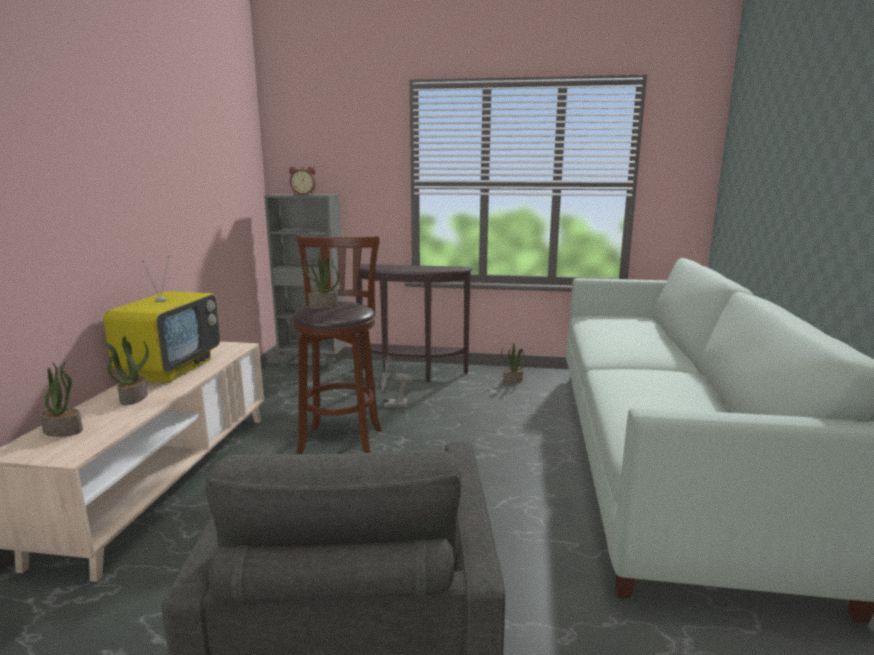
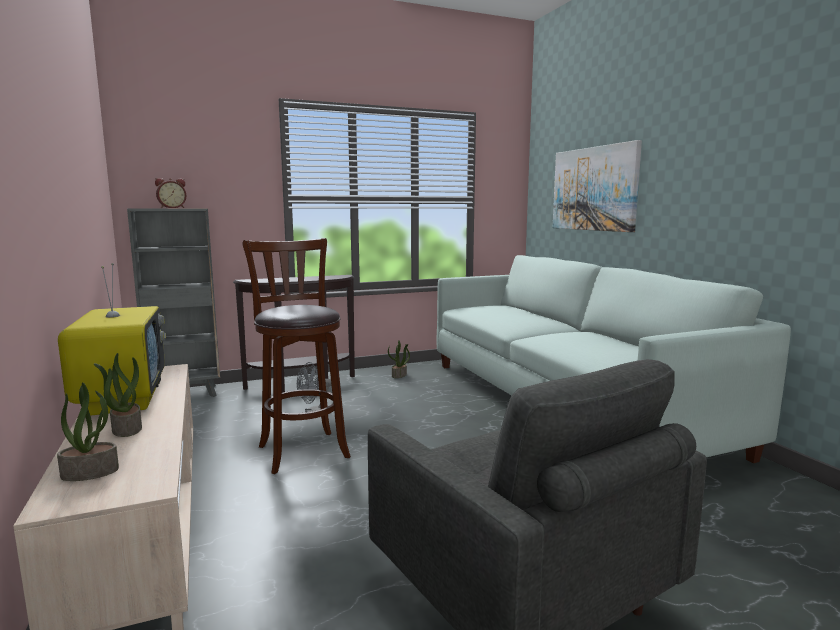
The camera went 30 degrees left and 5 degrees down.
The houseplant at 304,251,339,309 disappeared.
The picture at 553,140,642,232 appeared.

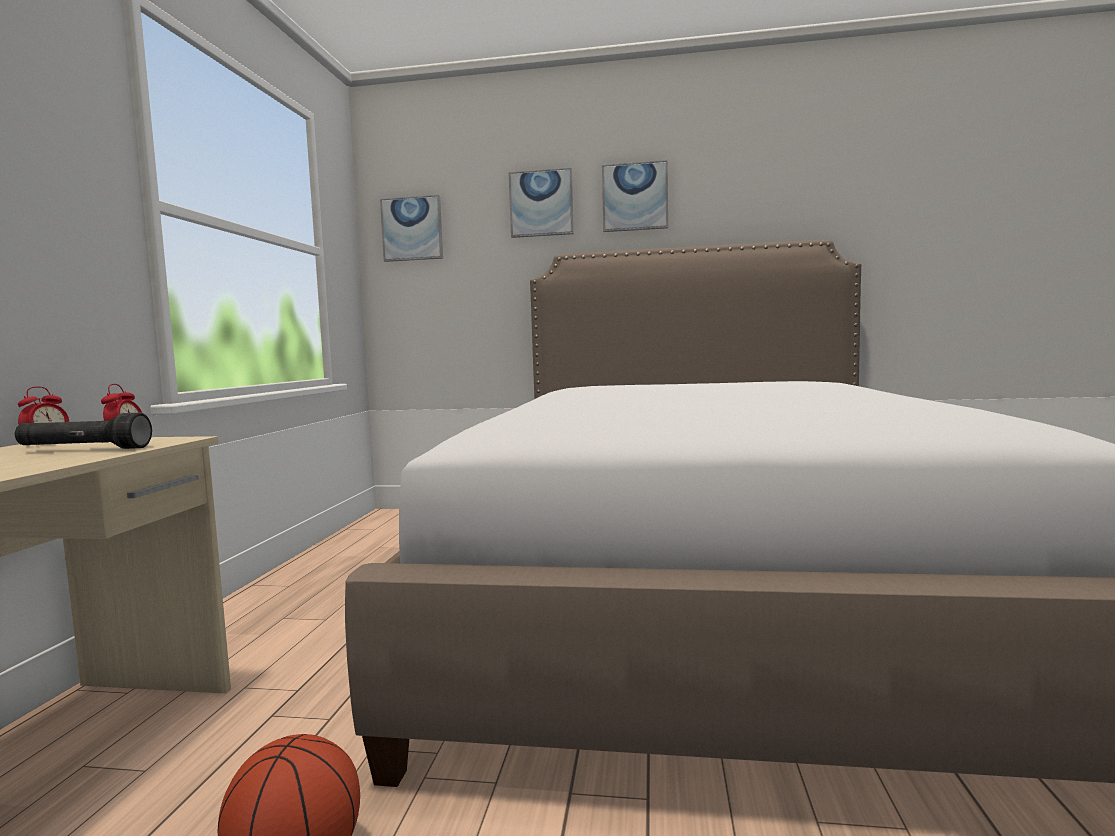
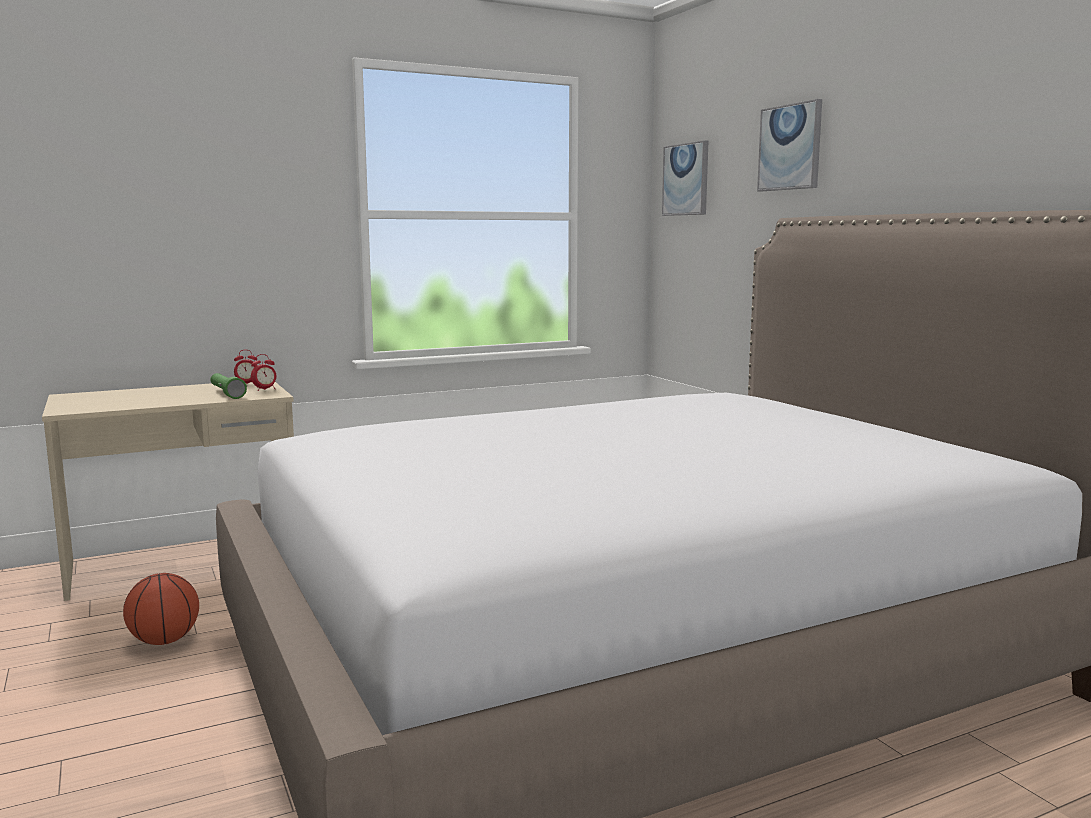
The camera went 55 degrees right and 5 degrees up.
The hand torch (black) at 15,413,152,449 became the hand torch (greenish) at 210,373,247,399.
The picture at 602,160,668,232 disappeared.

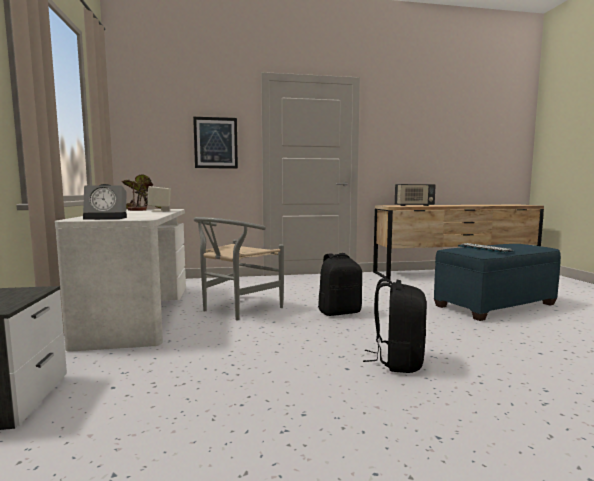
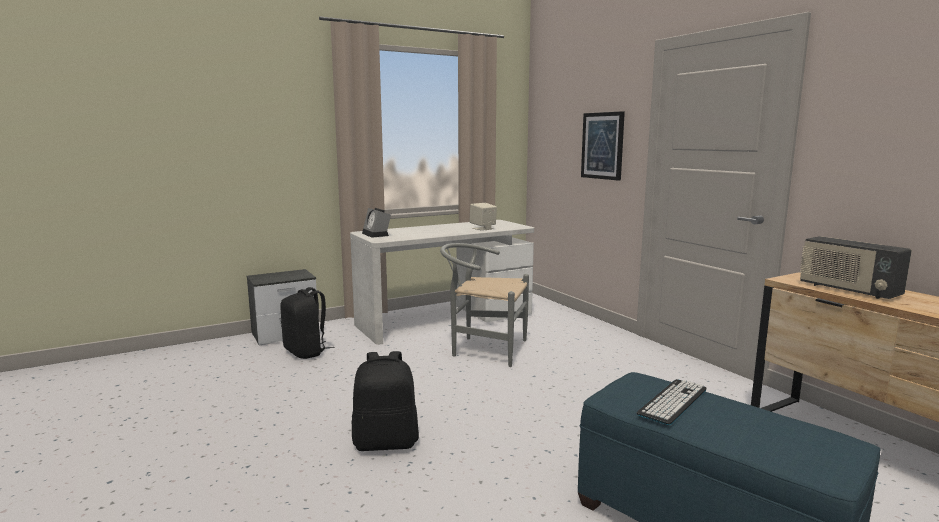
The camera went 70 degrees right and 5 degrees up.
The houseplant at 122,174,161,211 disappeared.
The backpack (black) moved from 318,253,362,316 to 280,287,335,359.

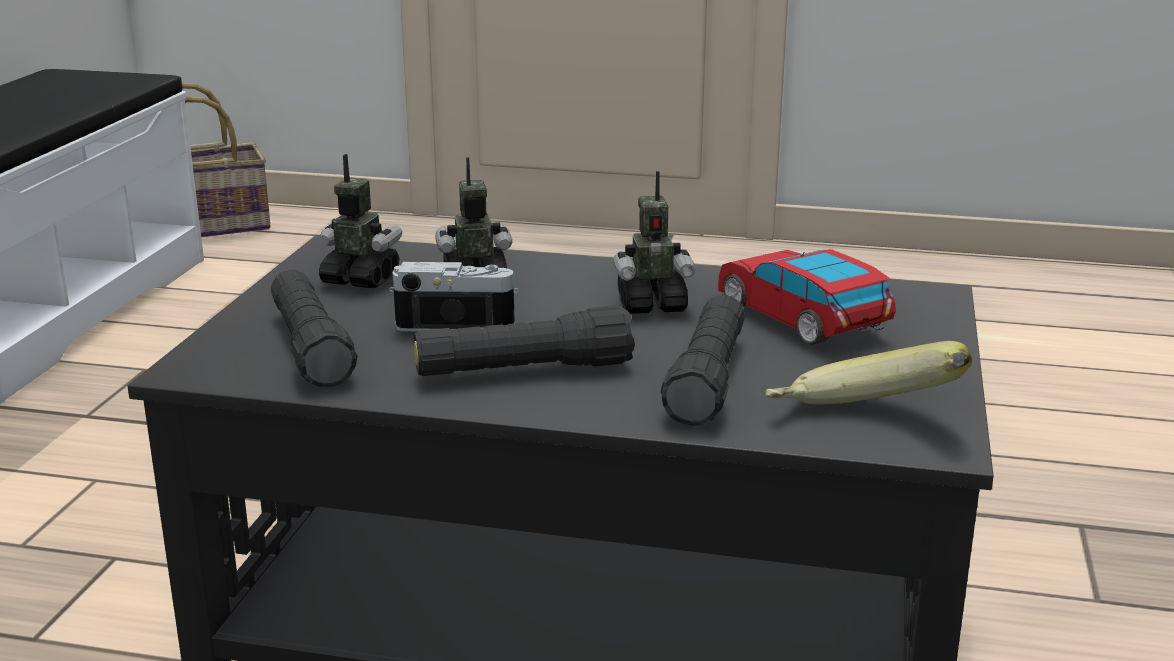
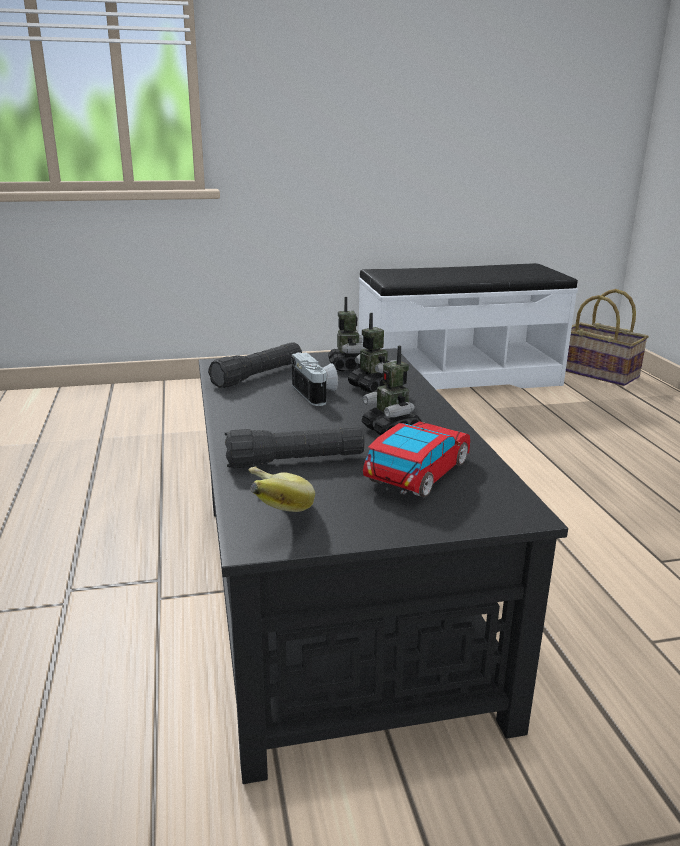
The camera went 65 degrees right and 0 degrees up.
The hand torch (black) at 414,306,635,376 disappeared.

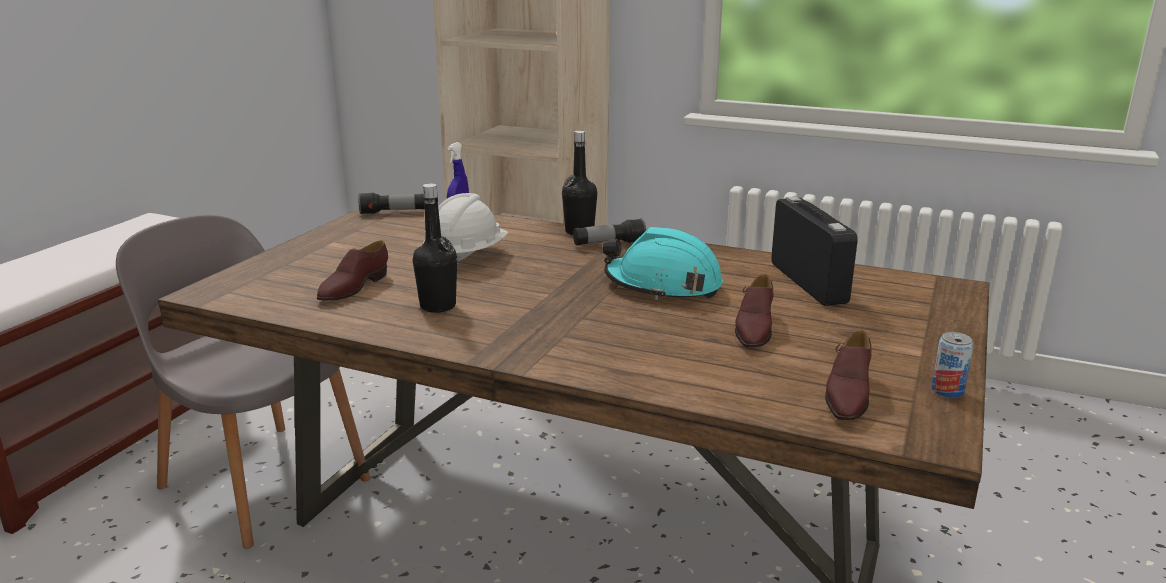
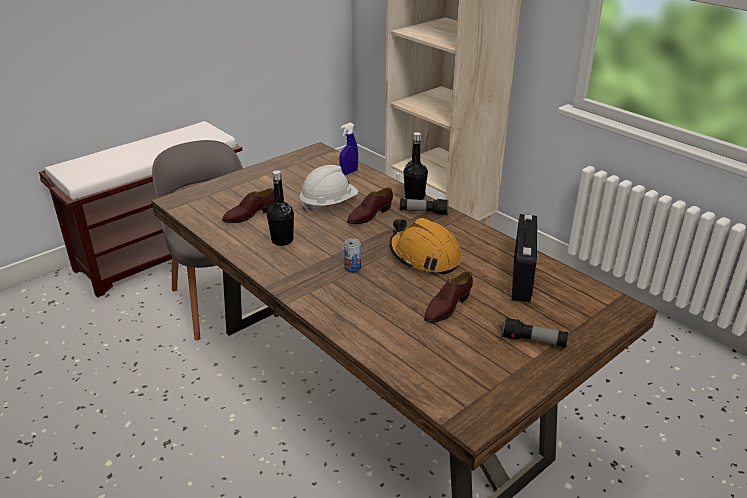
The camera went 25 degrees right and 10 degrees up.
The hand torch moved from 358,193,425,214 to 501,317,568,348.
The hard hat (turquoise) at 602,227,723,300 became the hard hat (orangey) at 390,218,462,275.
The item of footwear (brownish) moved from 825,330,872,420 to 347,187,393,224.
The sealed can moved from 931,332,973,398 to 344,238,361,273.

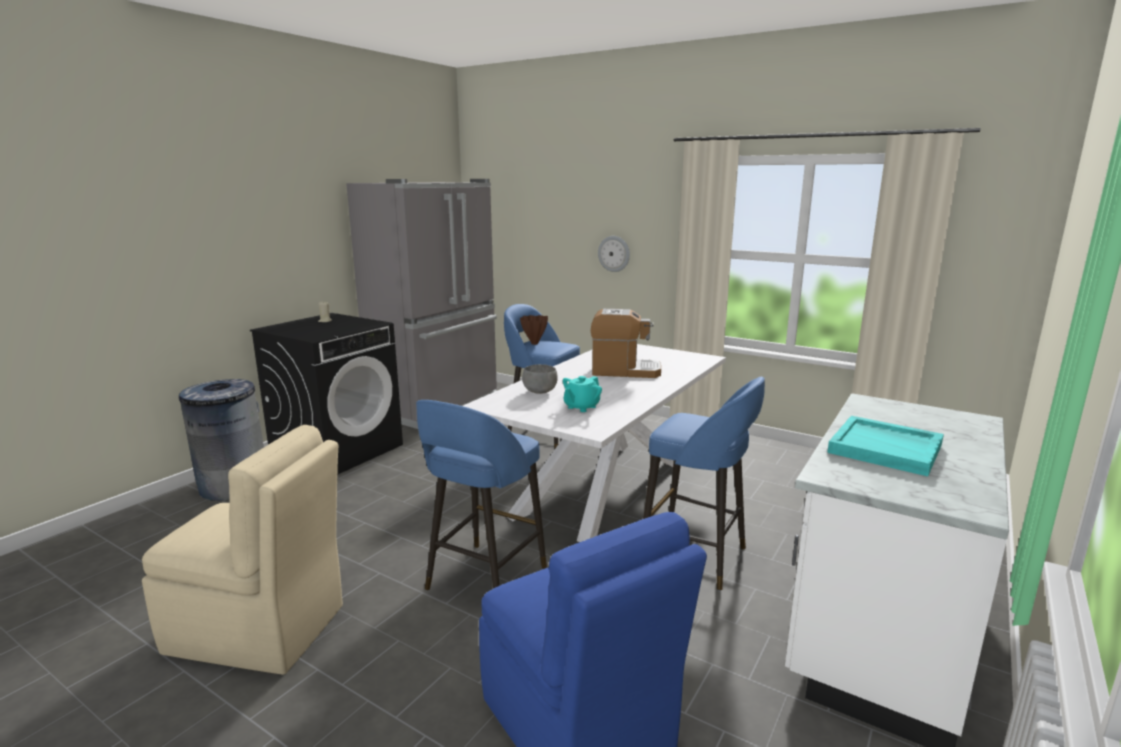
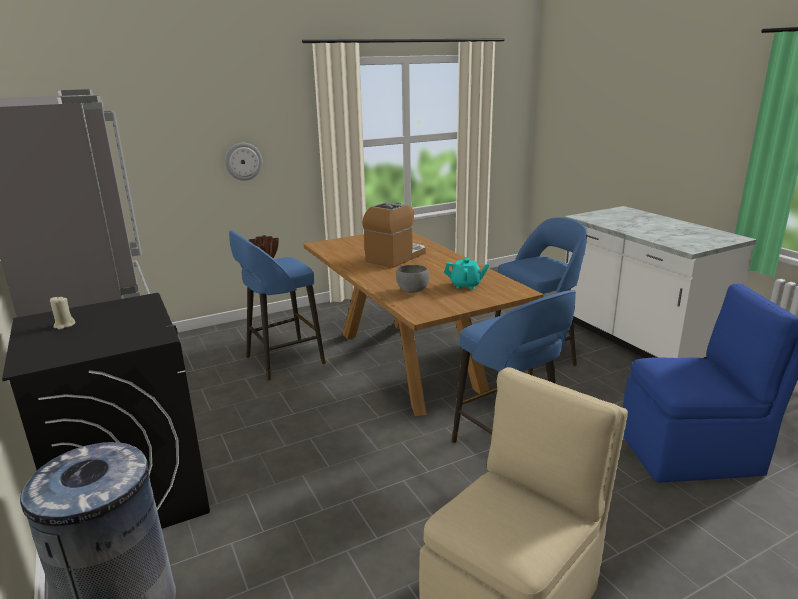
The camera went 60 degrees left and 5 degrees up.
The dinner table (white) at 463,344,726,542 became the dinner table (brownish) at 304,232,544,416.
The pot for tea (turquoise) at 563,376,602,412 turned 60 degrees counterclockwise.
The tray (turquoise) at 827,416,944,476 disappeared.

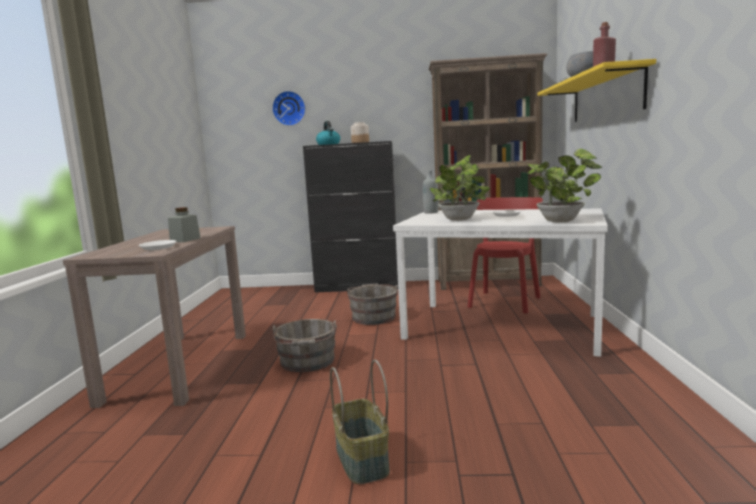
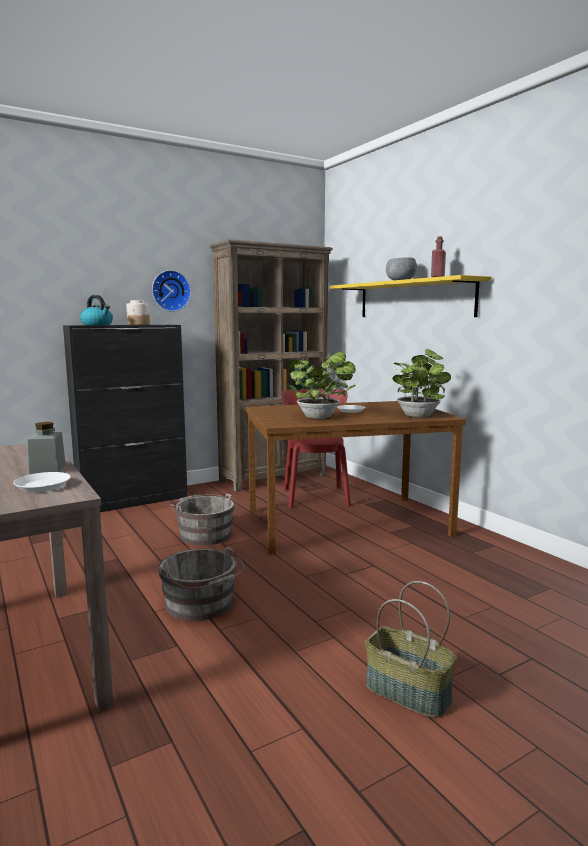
The camera went 35 degrees left and 0 degrees up.
The hanging clock moved from 272,91,306,126 to 152,270,191,312.
The dinner table (white) at 393,208,608,357 became the dinner table (brownish) at 246,401,466,555.
The drink bottle (greyish) at 423,170,439,214 disappeared.

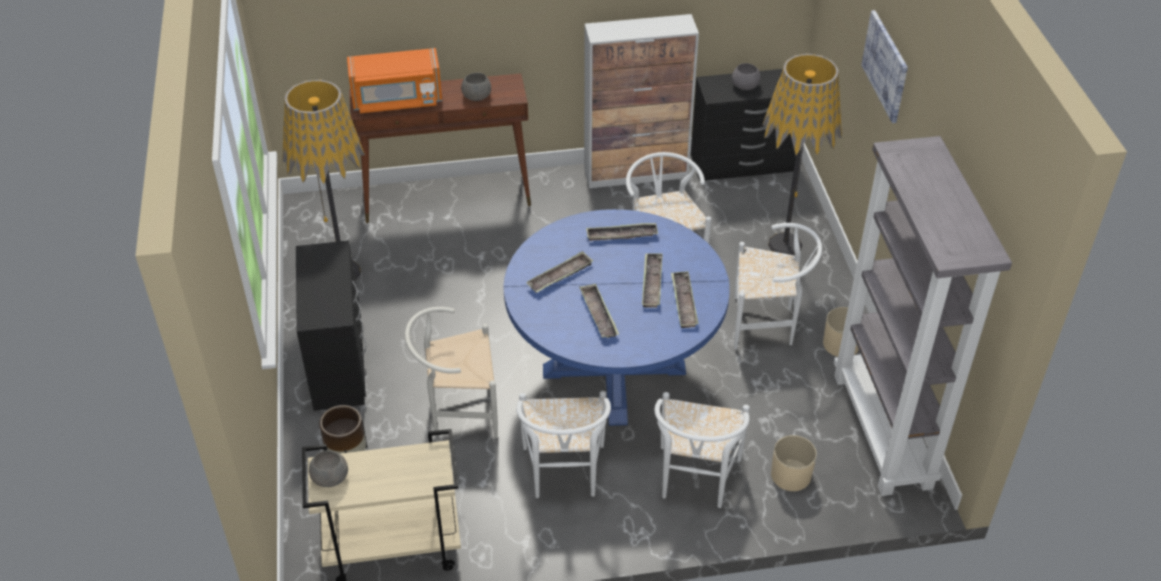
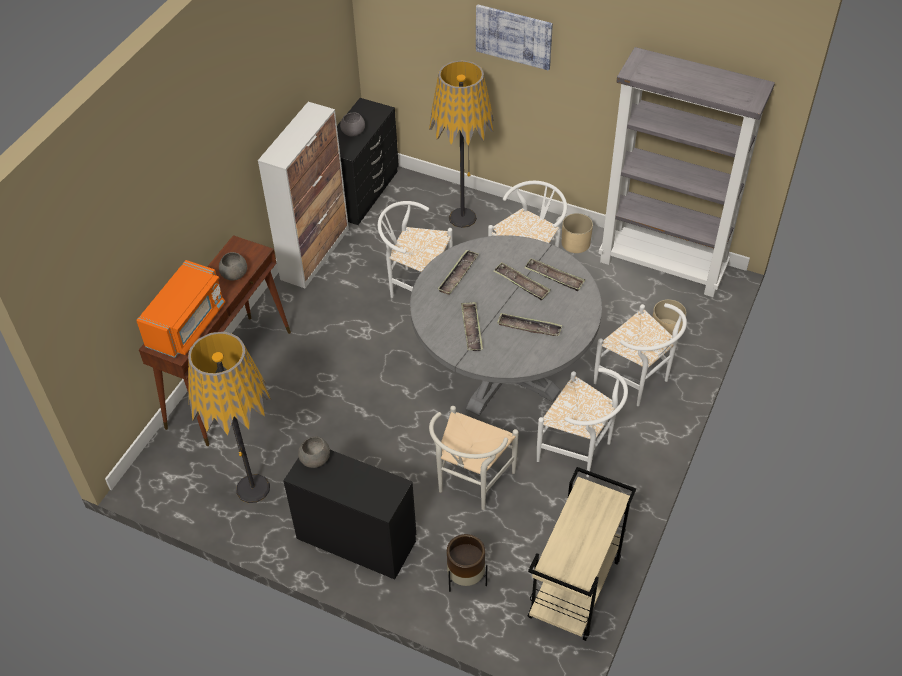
The camera went 55 degrees left and 5 degrees up.
The serving bowl (greyish) moved from 309,450,348,487 to 298,436,330,468.
The dinner table (blue) at 503,209,730,426 became the dinner table (greyish) at 410,235,602,416.

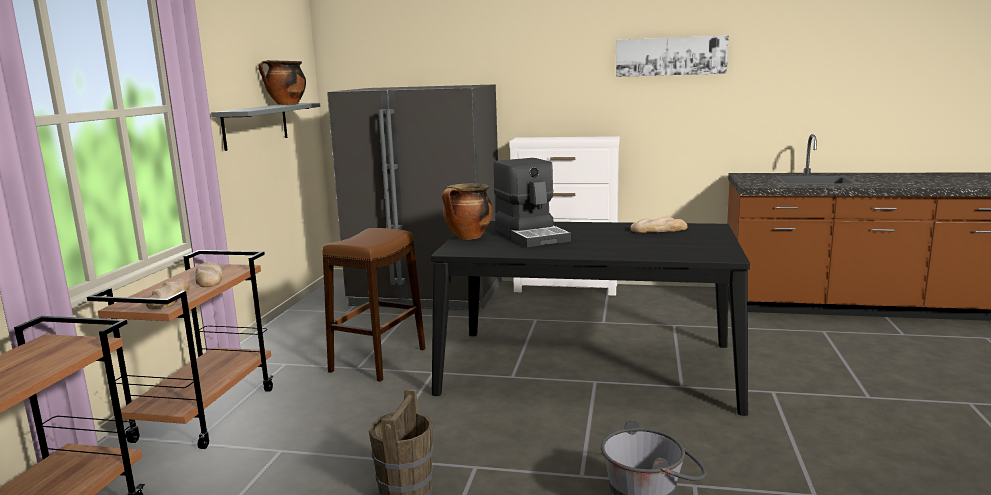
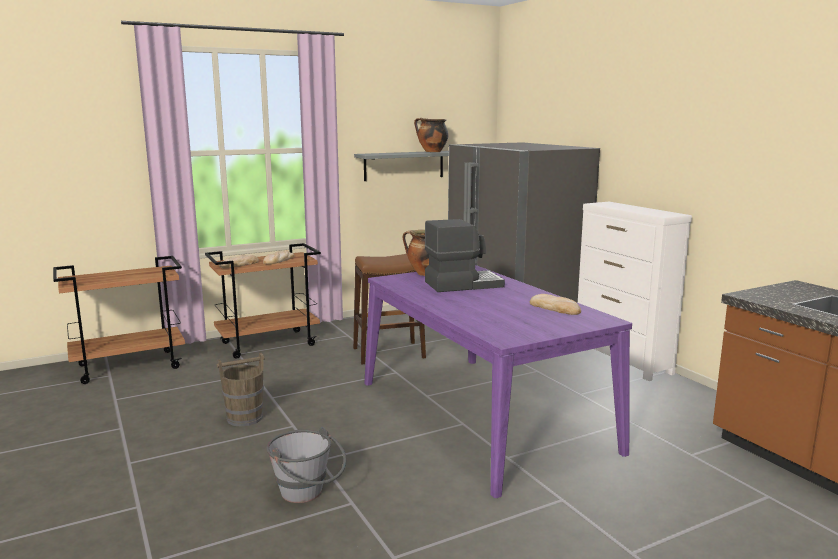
The camera went 50 degrees right and 0 degrees up.
The dinner table (black) at 431,221,750,416 became the dinner table (purple-coloured) at 364,265,632,498.
The coffee brewer at 493,158,571,248 turned 135 degrees counterclockwise.
The picture at 616,36,729,77 disappeared.

